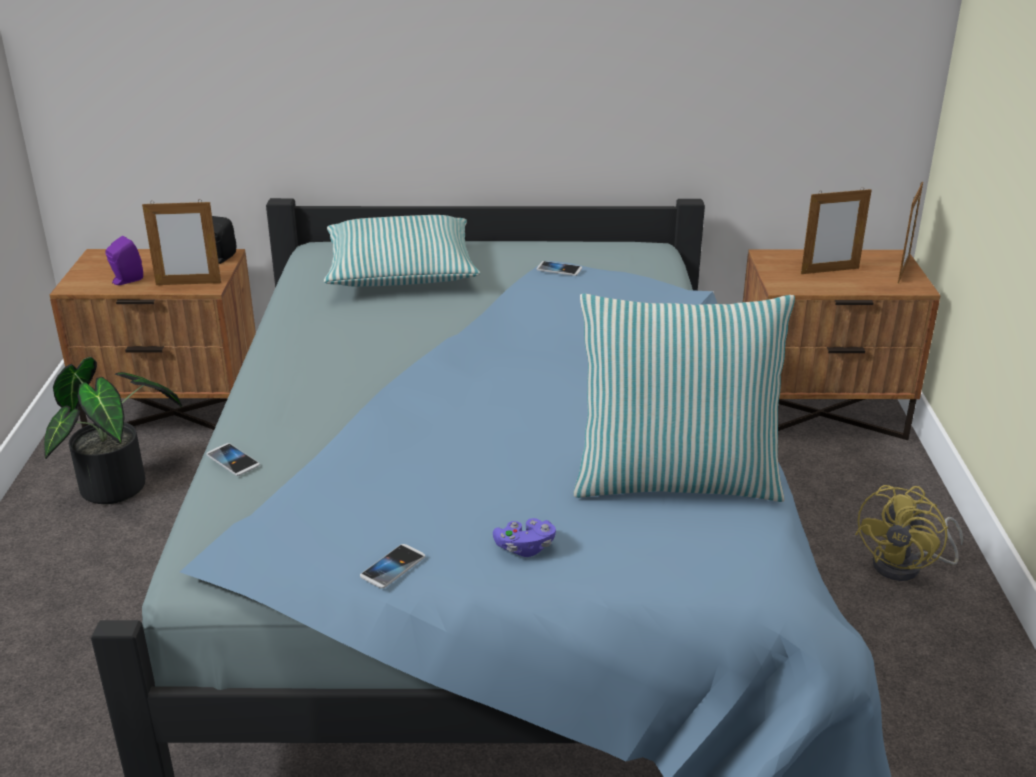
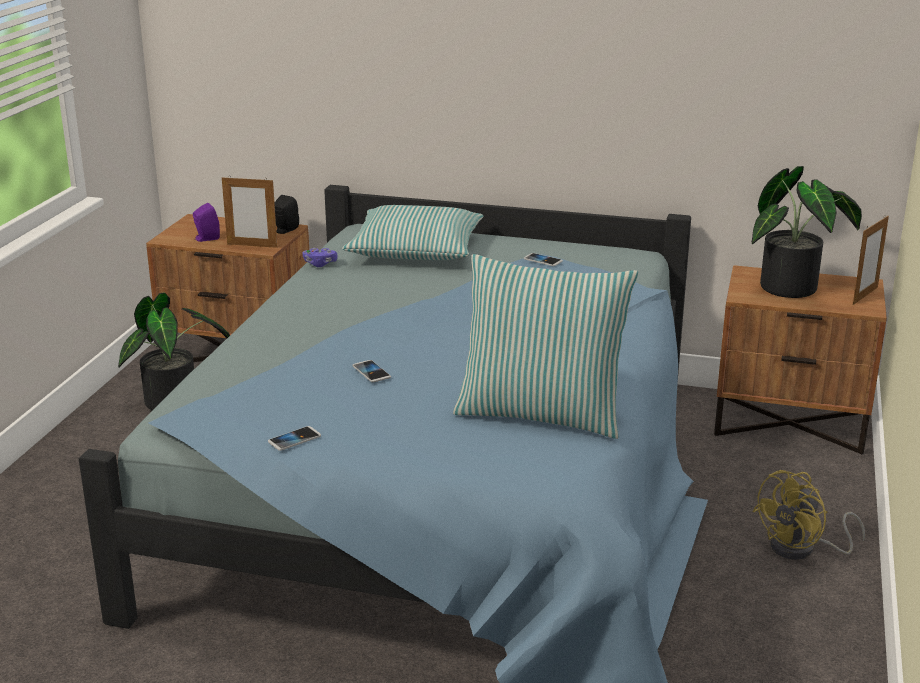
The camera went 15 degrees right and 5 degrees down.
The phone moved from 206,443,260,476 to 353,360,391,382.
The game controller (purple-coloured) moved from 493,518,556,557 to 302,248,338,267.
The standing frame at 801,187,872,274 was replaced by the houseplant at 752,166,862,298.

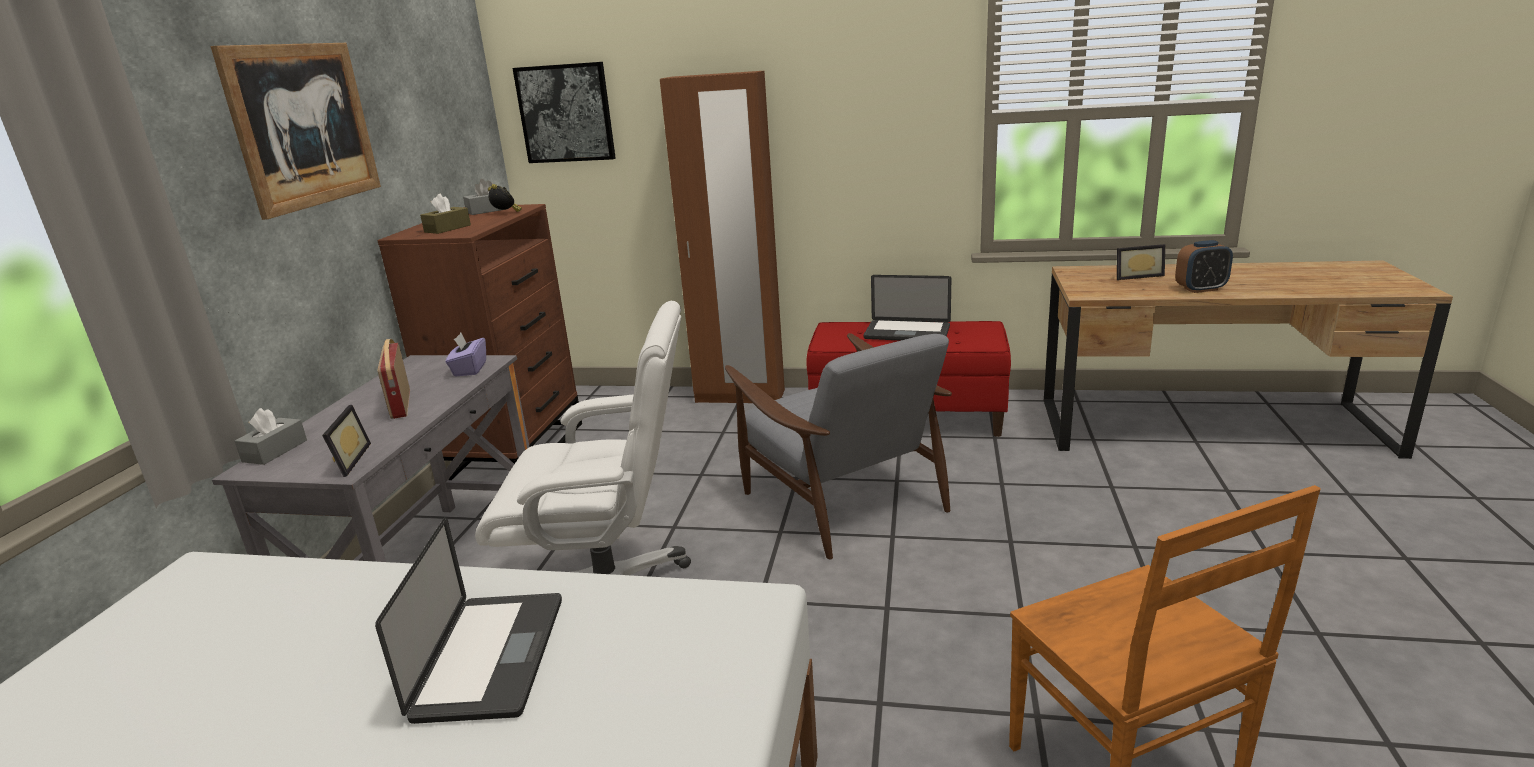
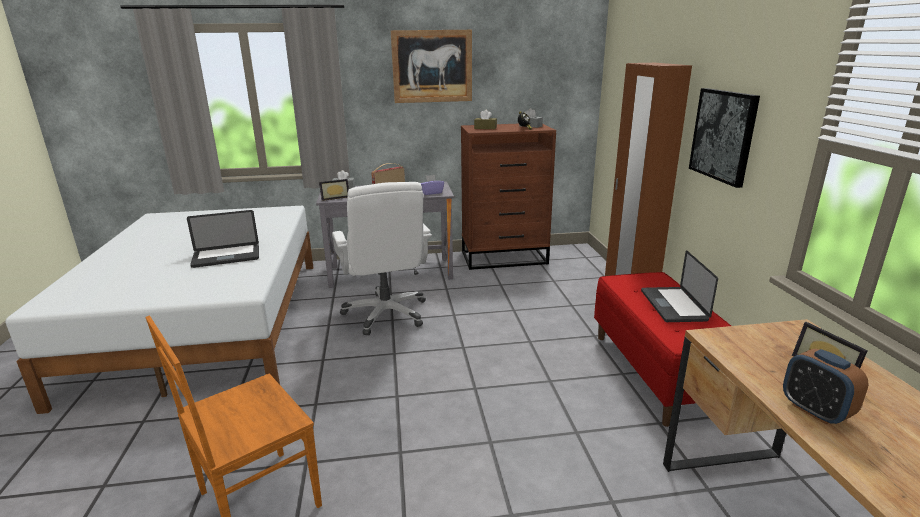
The camera went 70 degrees right and 0 degrees up.
The picture moved from 513,62,616,163 to 689,88,760,188.
The armchair (greyish) at 725,333,952,559 disappeared.

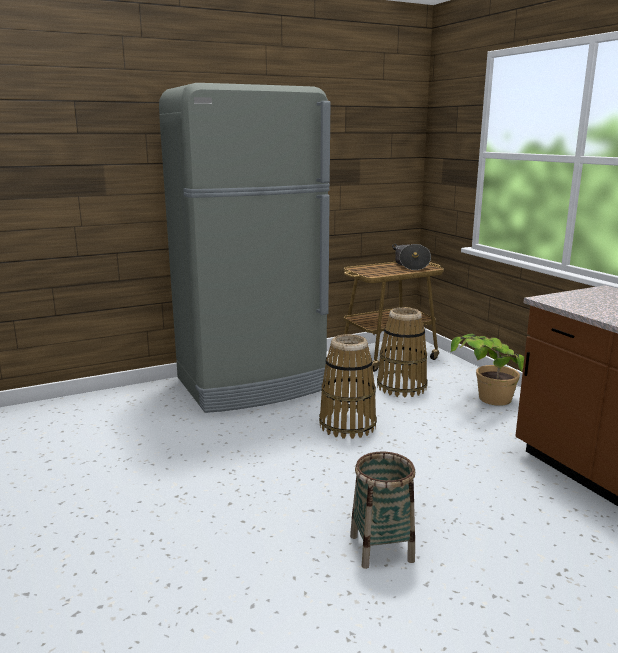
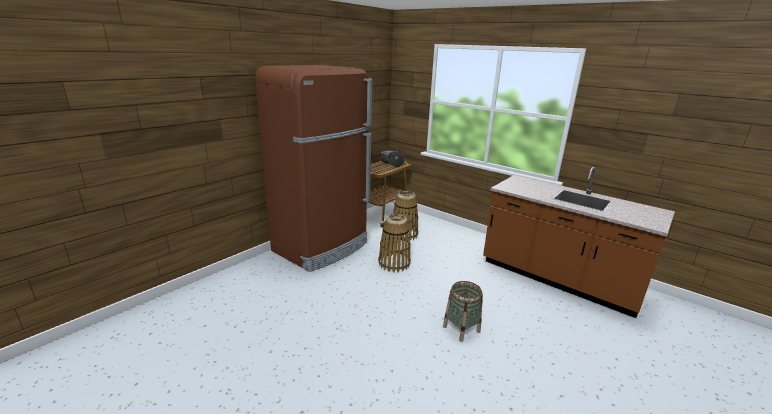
The camera went 25 degrees left and 5 degrees up.
The refrigerator (greyish) at 159,83,330,413 became the refrigerator (brownish) at 255,65,372,272.
The houseplant at 451,333,524,406 disappeared.

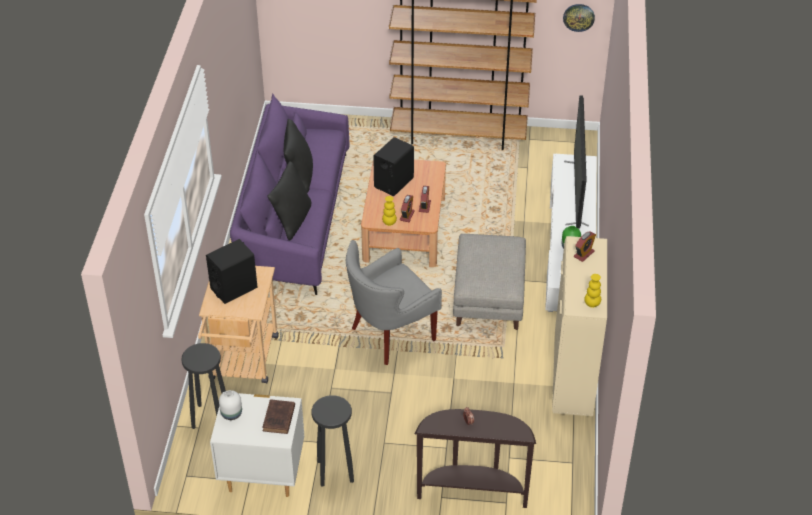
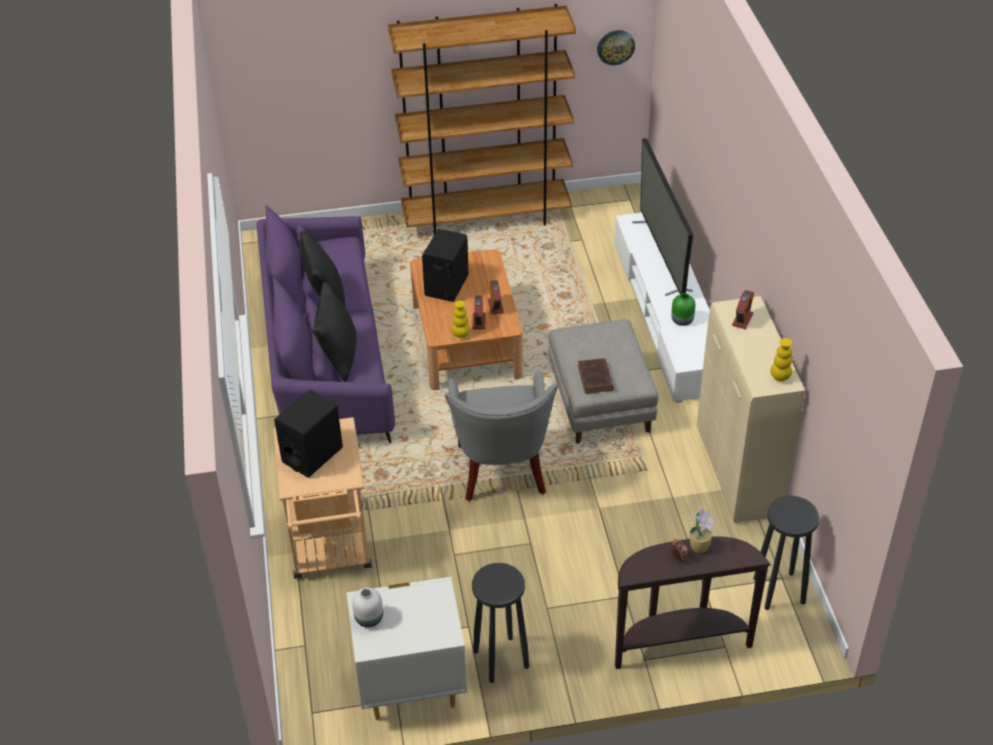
The camera went 15 degrees left and 0 degrees up.
The stool seat (black) moved from 181,343,226,429 to 753,496,819,610.
The bound book (brownish) moved from 262,399,295,434 to 578,358,614,394.
The armchair (greyish) at 346,240,442,365 turned 45 degrees counterclockwise.
The houseplant at 689,507,716,553 appeared.

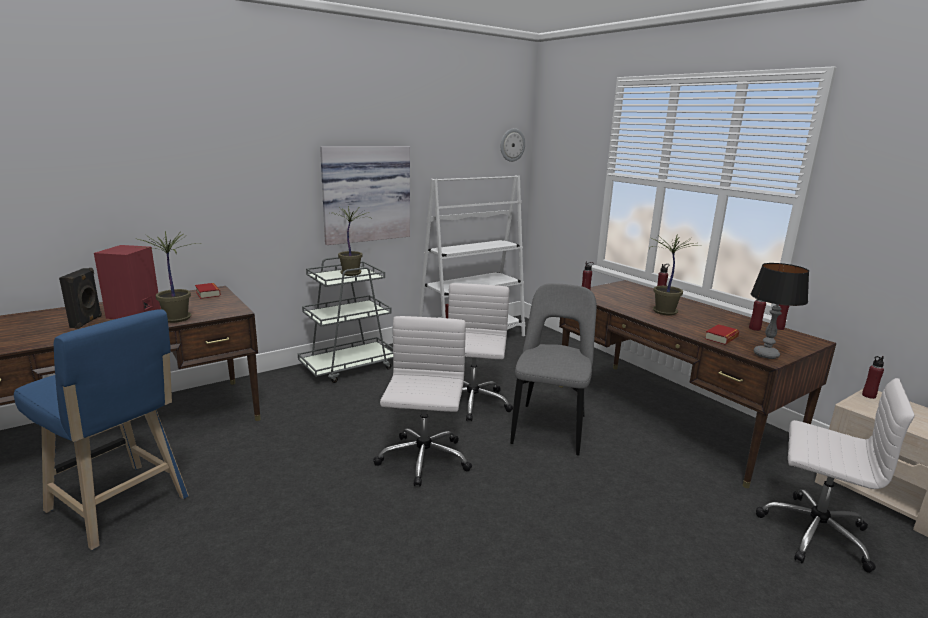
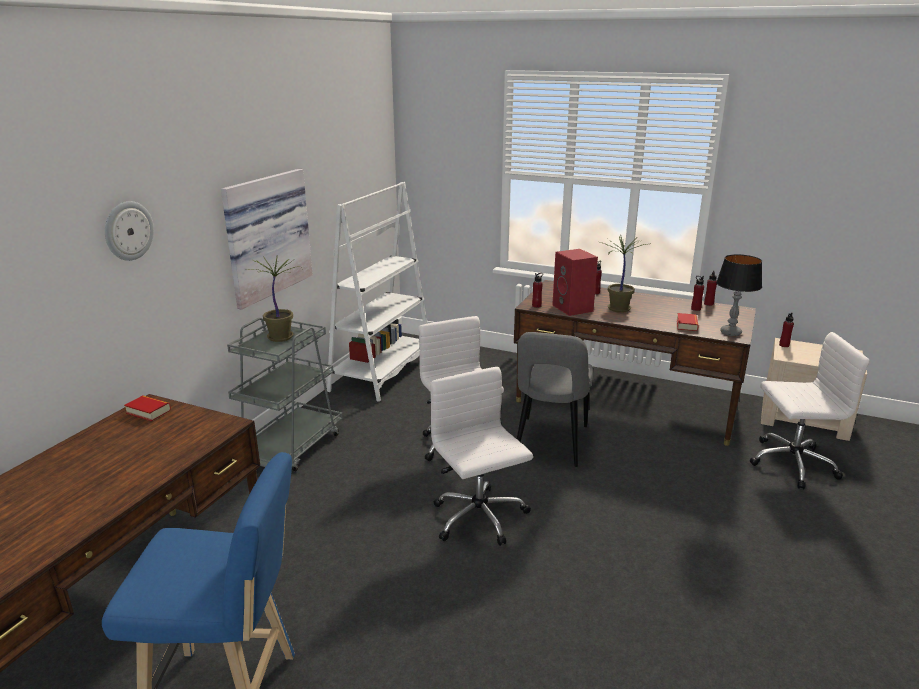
The camera went 30 degrees left and 5 degrees up.
The speaker (black) at 59,268,102,329 disappeared.
The speaker (red) moved from 94,245,161,319 to 552,249,598,316.
The houseplant at 137,231,200,323 disappeared.
The hanging clock moved from 501,128,525,162 to 105,201,154,261.
The upright chair (greyish) at 510,283,597,456 turned 150 degrees counterclockwise.

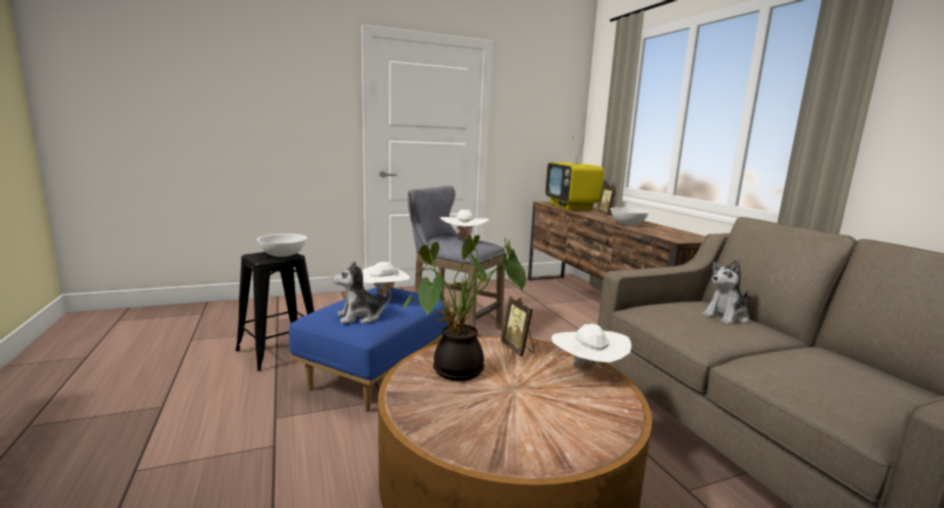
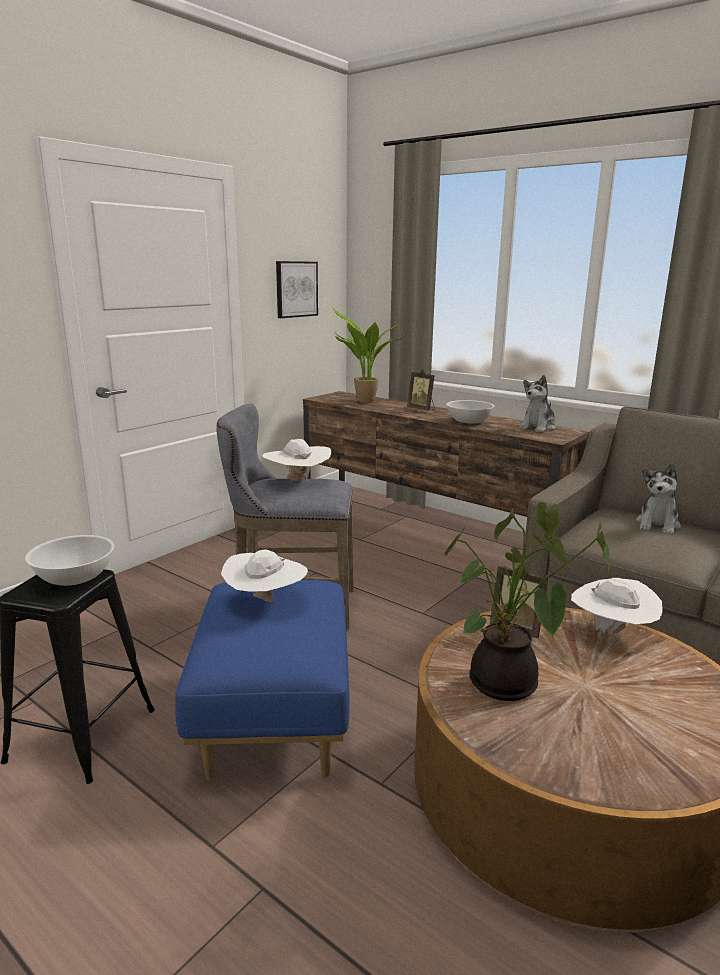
The camera went 30 degrees left and 5 degrees up.
The soft toy moved from 332,261,391,323 to 519,375,556,432.
The television at 545,137,604,210 was replaced by the houseplant at 332,307,406,403.
The picture at 276,261,318,318 appeared.

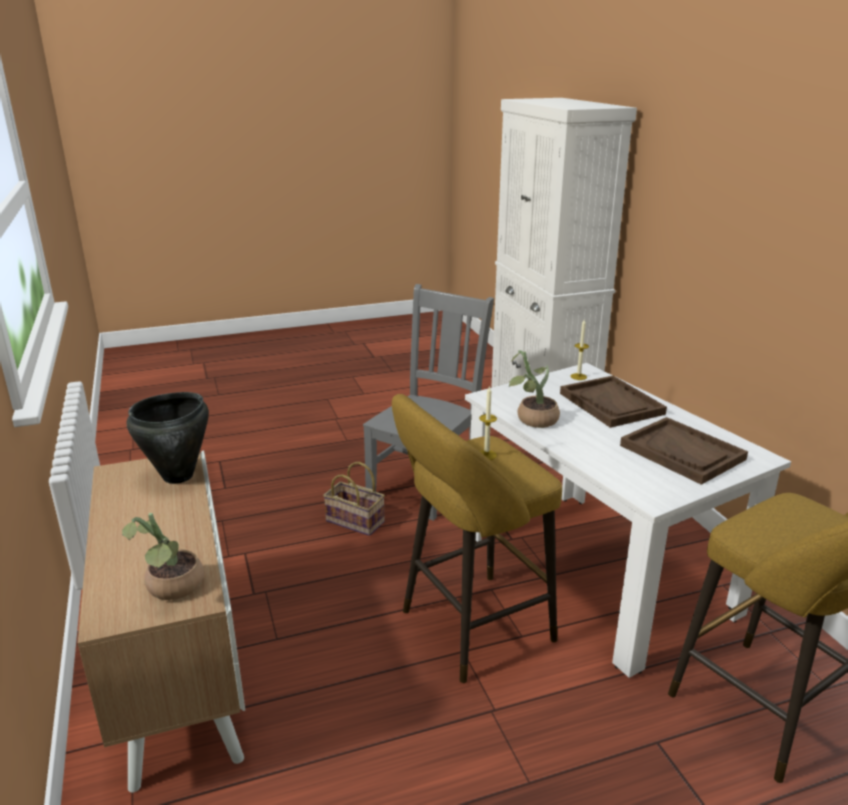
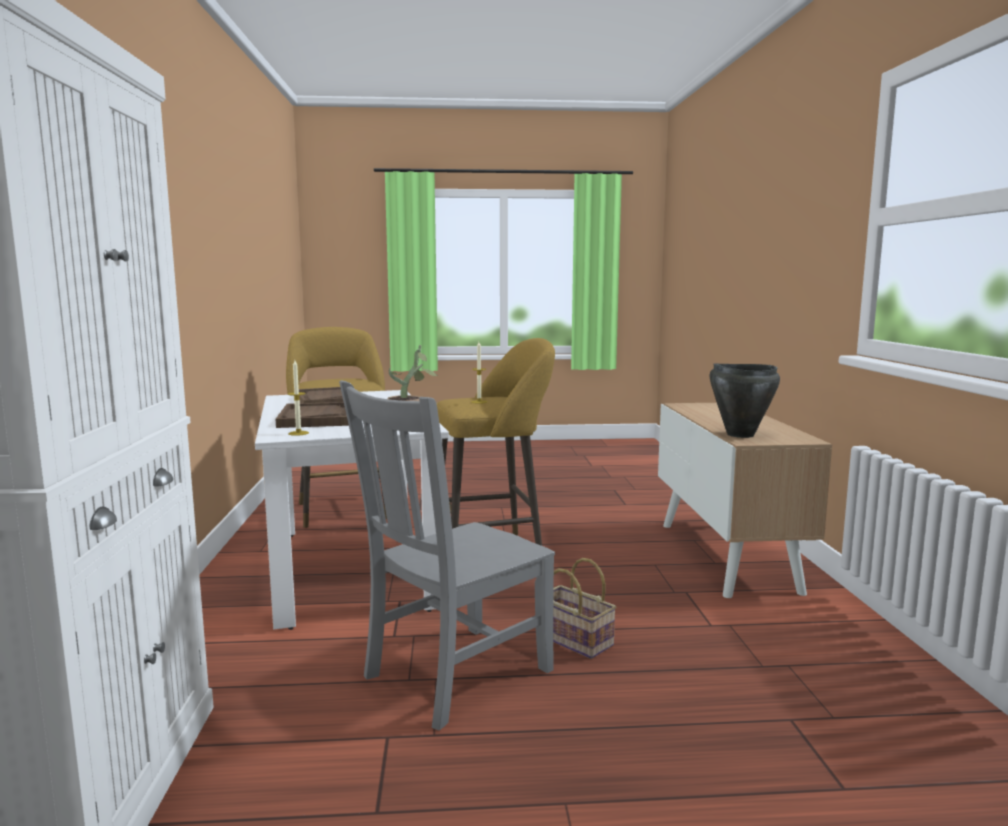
The camera went 165 degrees left and 15 degrees down.
The houseplant at 122,513,204,600 disappeared.

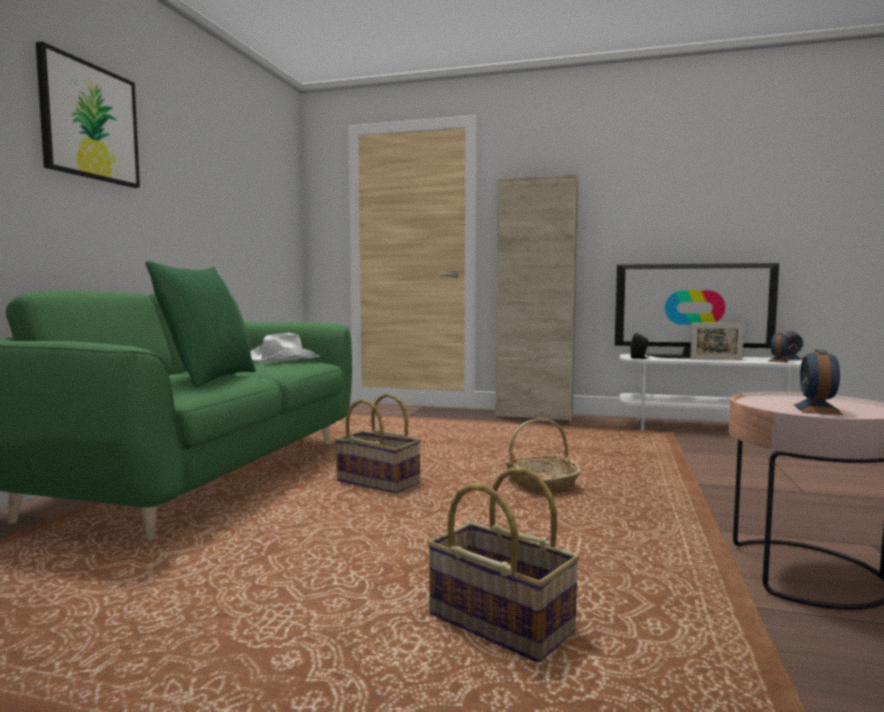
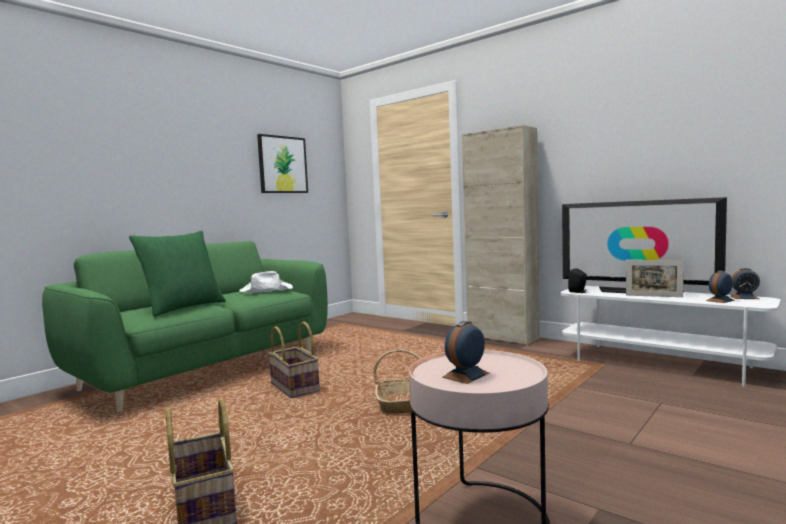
The camera went 25 degrees right and 0 degrees up.
The picture moved from 36,41,140,188 to 257,134,308,193.

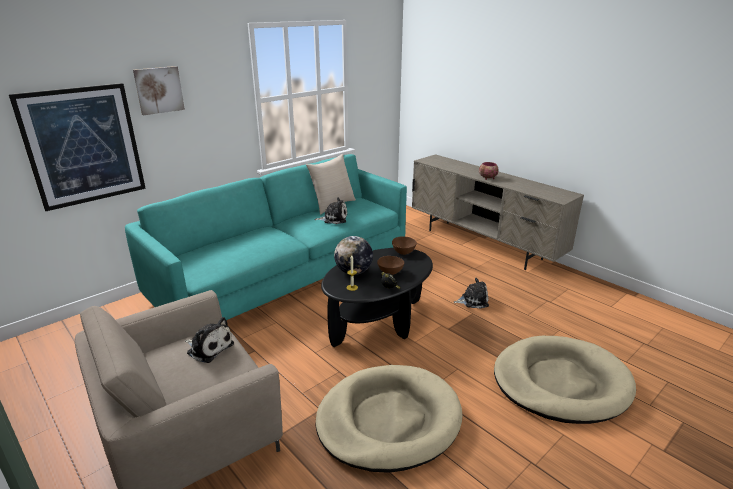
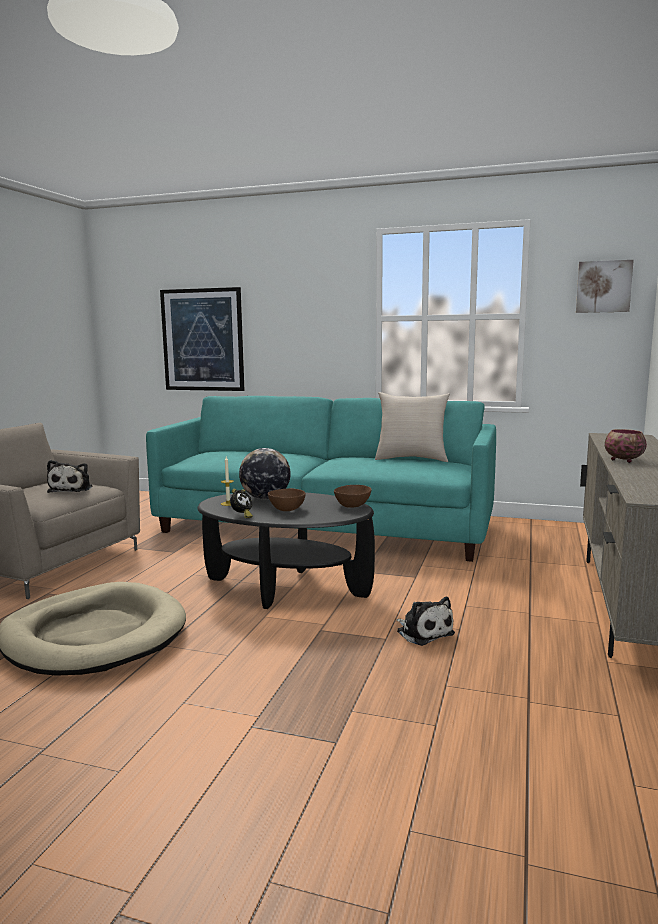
The camera went 60 degrees right and 15 degrees down.
The picture moved from 133,66,185,115 to 576,260,634,313.
The soft toy at 314,197,347,224 disappeared.
The dog bed (beige) at 494,336,636,424 disappeared.

